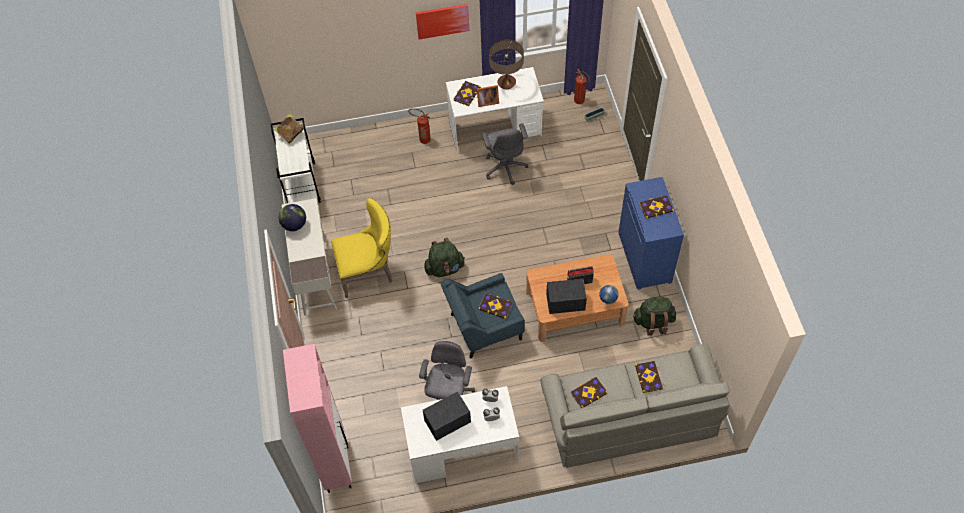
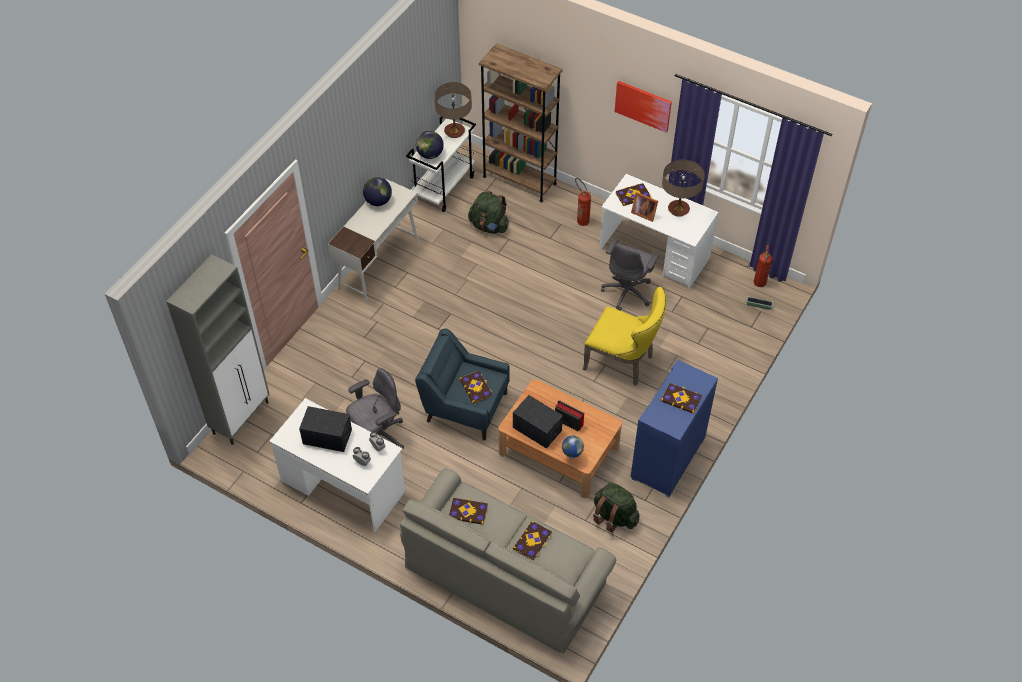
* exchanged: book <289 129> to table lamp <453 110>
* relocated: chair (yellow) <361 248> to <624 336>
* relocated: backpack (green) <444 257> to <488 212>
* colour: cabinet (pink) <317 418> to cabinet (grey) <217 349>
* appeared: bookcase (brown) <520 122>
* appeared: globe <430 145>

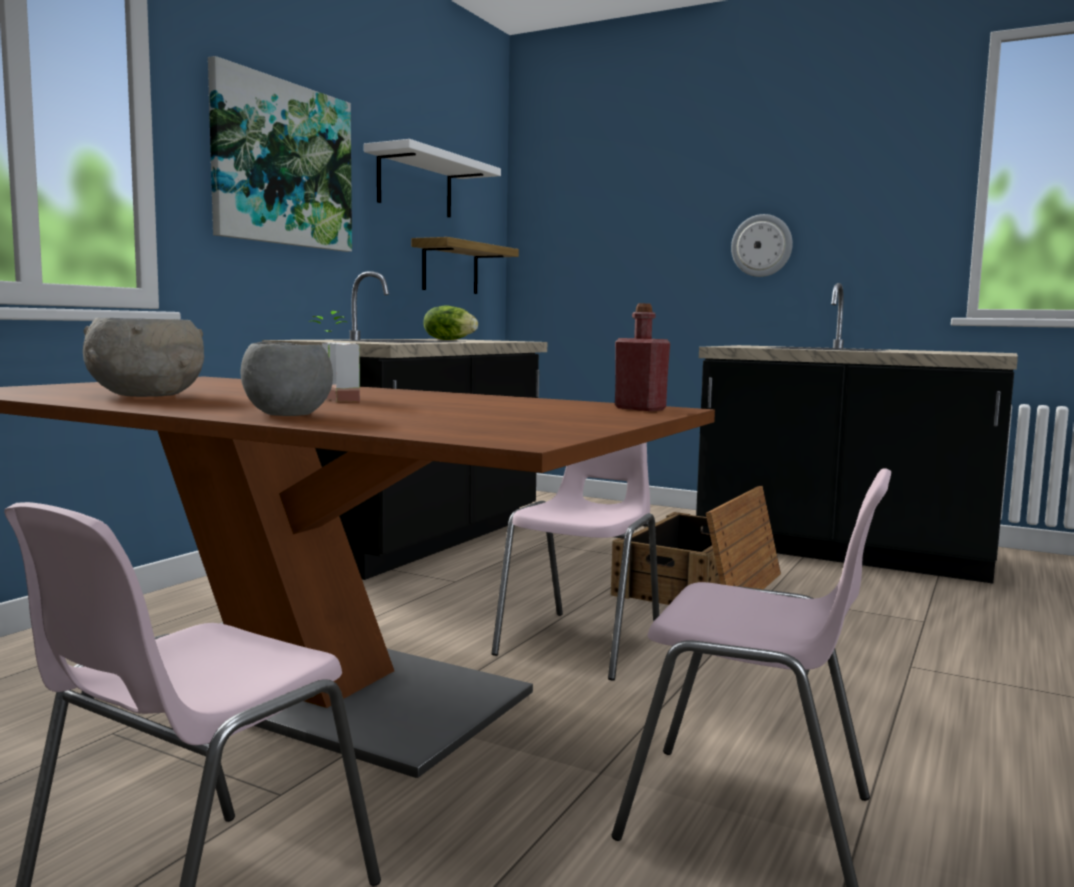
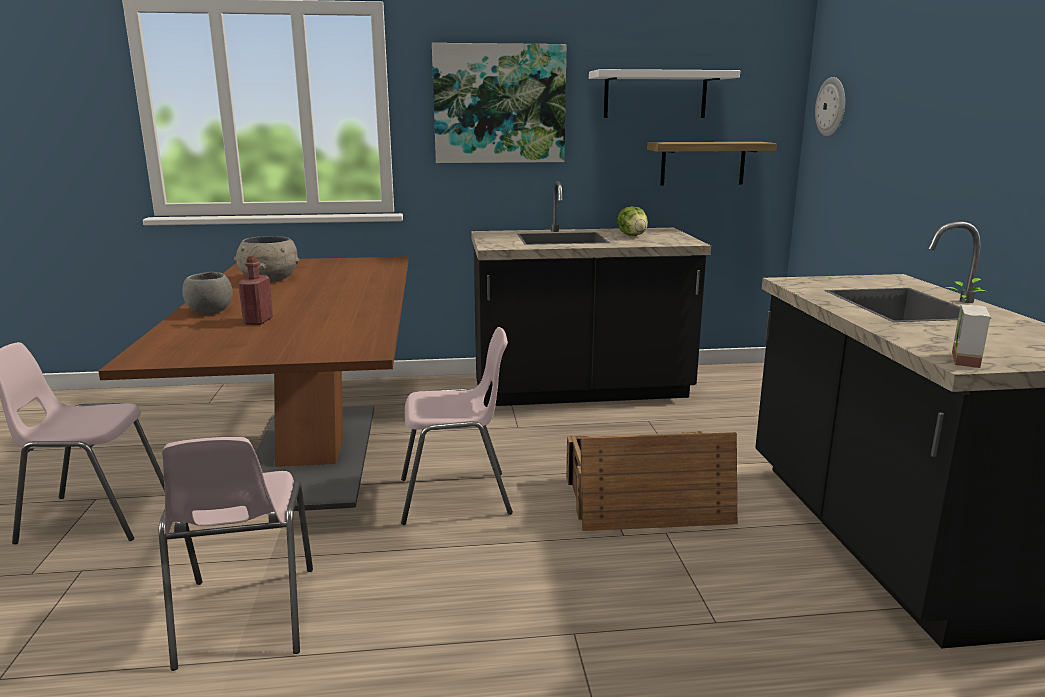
* relocated: wall clock <762 245> to <830 106>
* relocated: bottle (red) <642 357> to <255 290>
* relocated: potted plant <334 356> to <968 323>

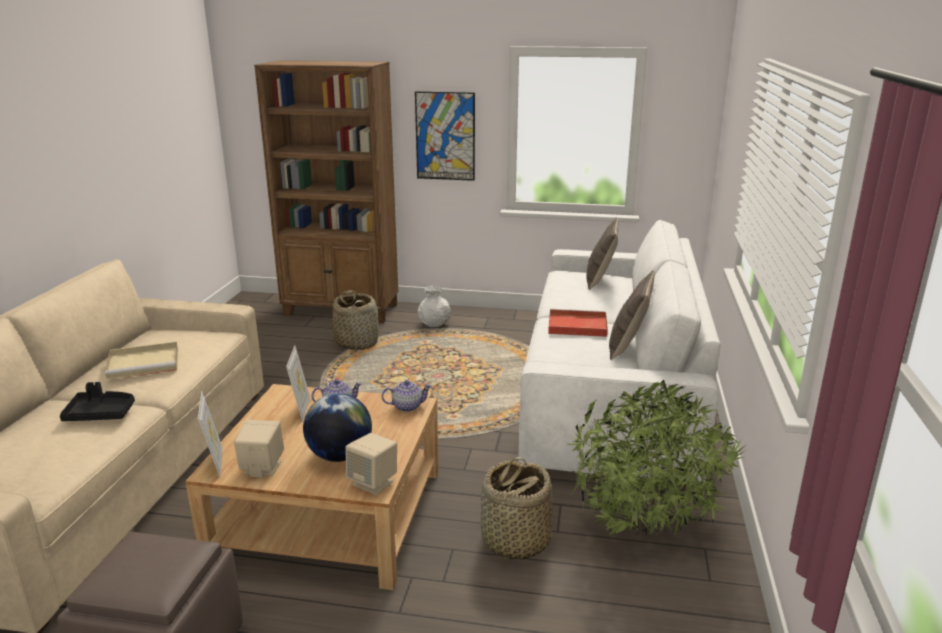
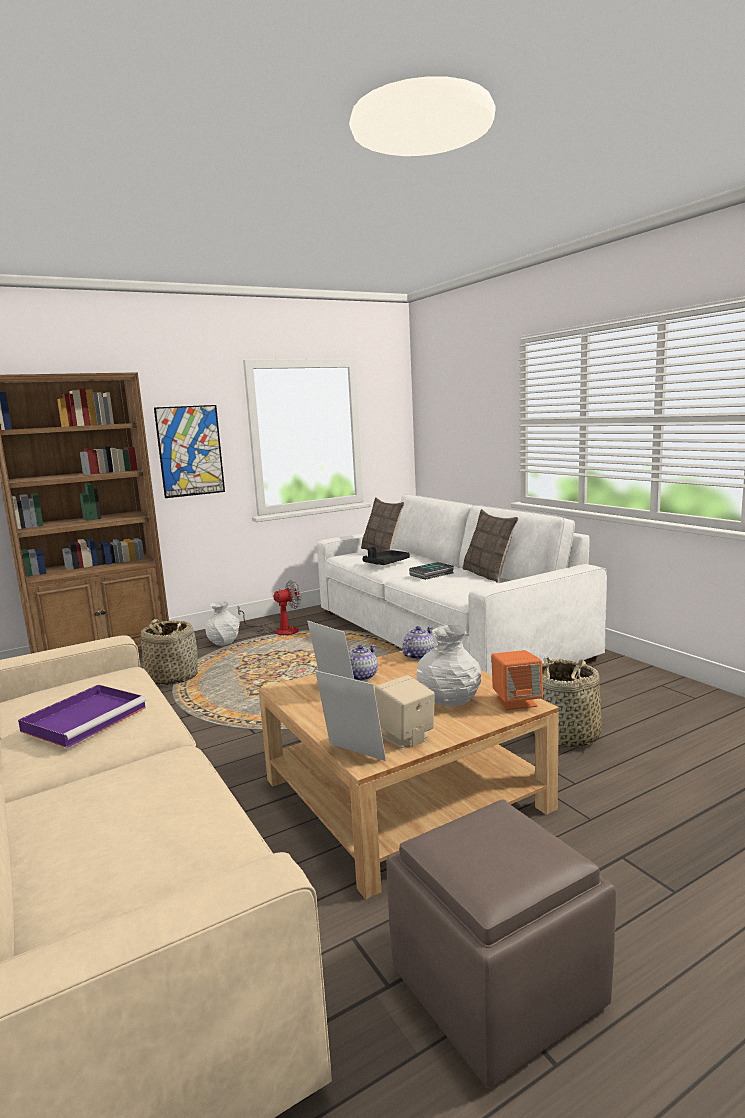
* exchanged: tray (red) <578 323> to book <431 571>
* colour: tray (beige) <141 360> to tray (purple) <82 716>
* missing: potted plant <657 458>
* relocated: tray (black) <97 401> to <386 556>
* exchanged: globe <337 427> to vase (white) <449 665>
* colour: speaker (beige) <371 464> to speaker (orange) <517 680>
* appeared: fan <269 607>

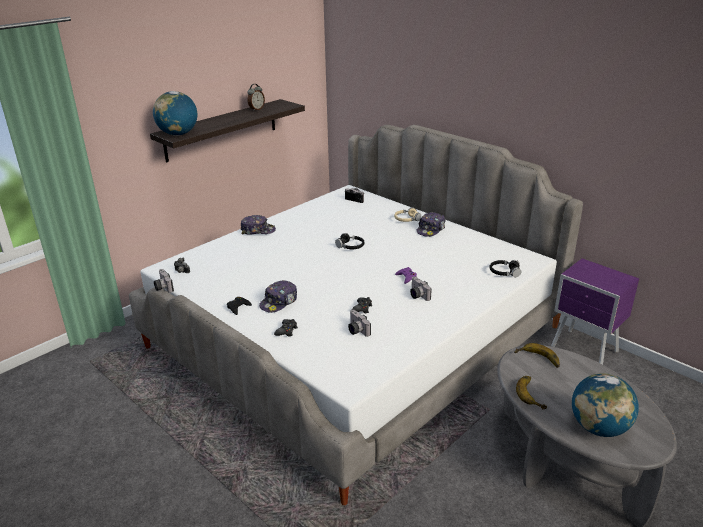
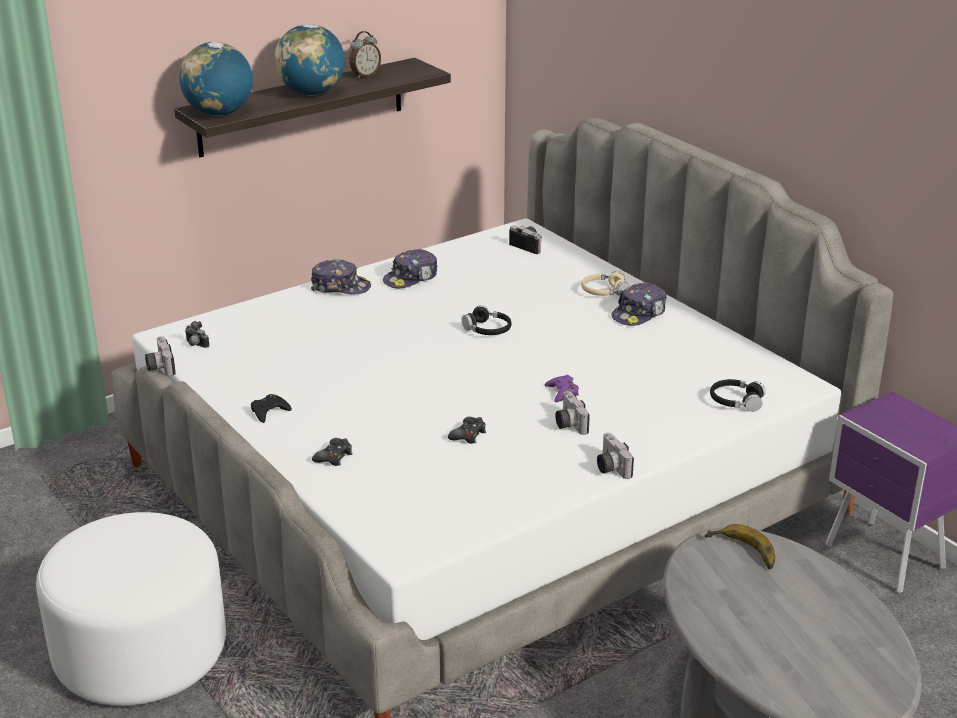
* relocated: cap <278 296> to <410 269>
* relocated: photo camera <359 323> to <615 456>
* relocated: globe <605 405> to <310 59>
* missing: banana <531 392>
* appeared: ottoman (white) <131 609>

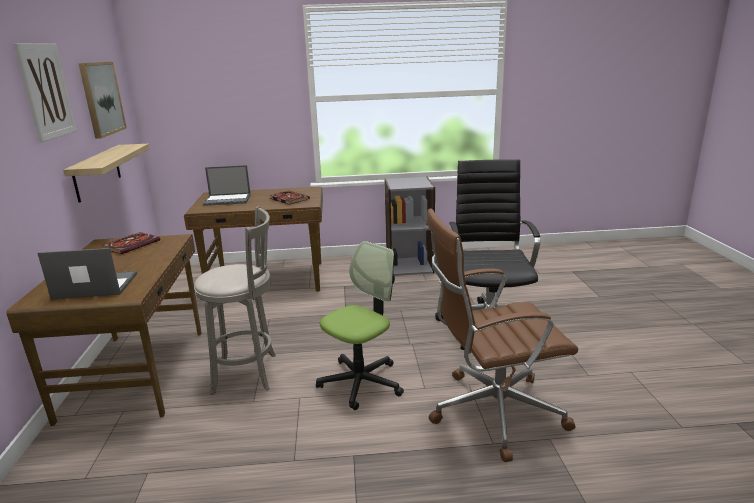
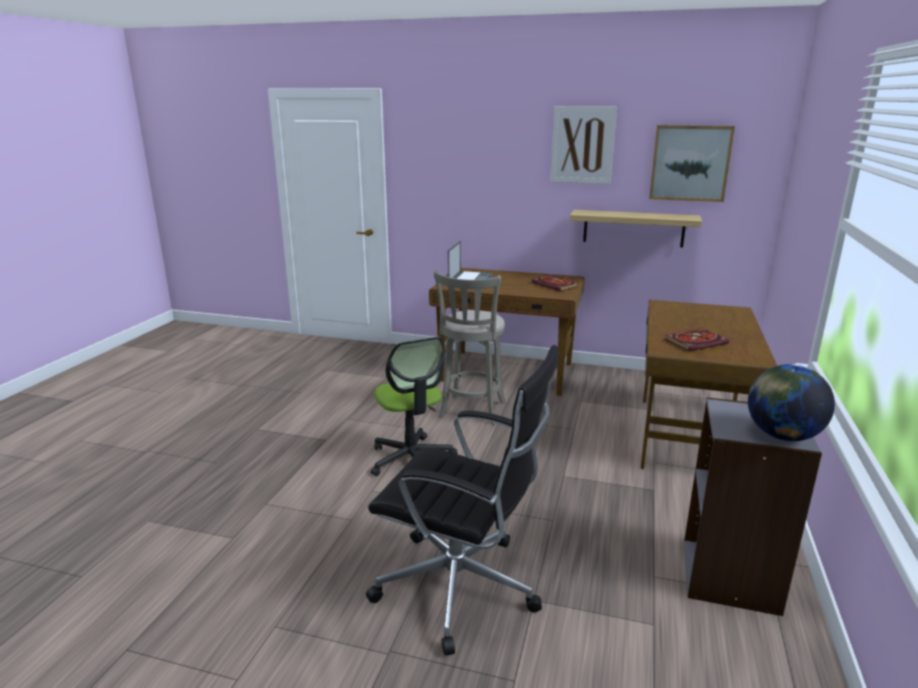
* missing: laptop <227 185>
* missing: office chair (brown) <502 335>
* appeared: globe <791 402>

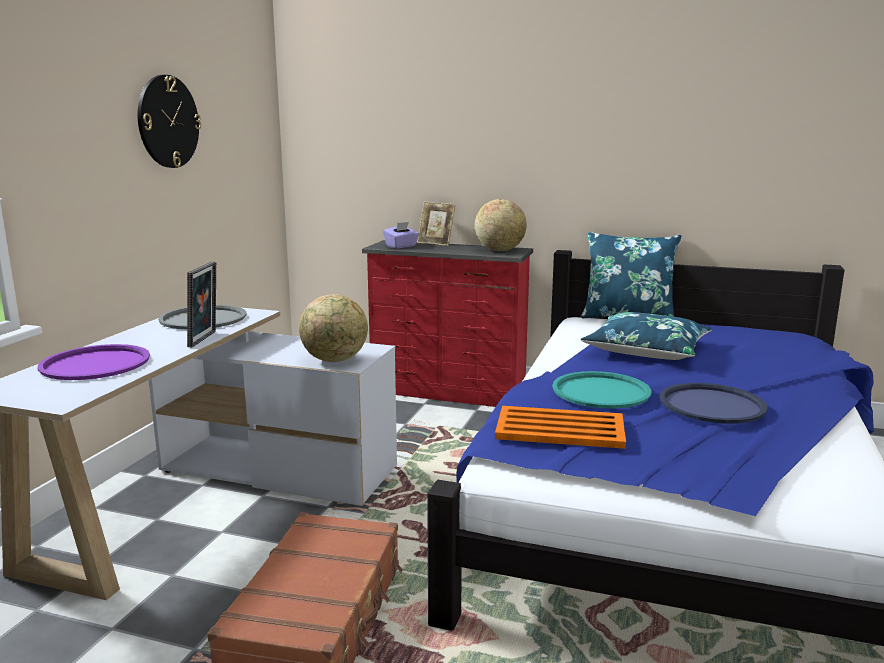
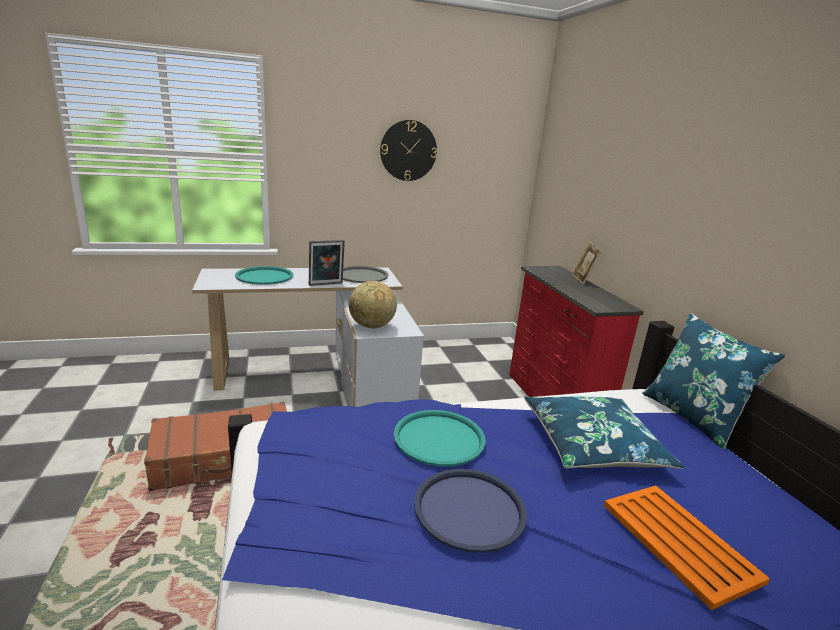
* missing: globe <501 225>
* missing: tissue box (purple) <401 235>
* colour: tray (purple) <94 362> to tray (turquoise) <264 275>
* relocated: tray (orange) <560 427> to <687 547>

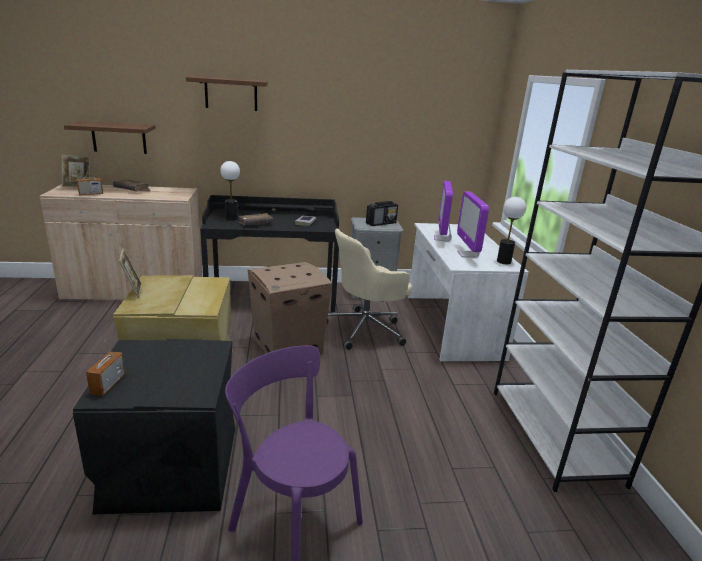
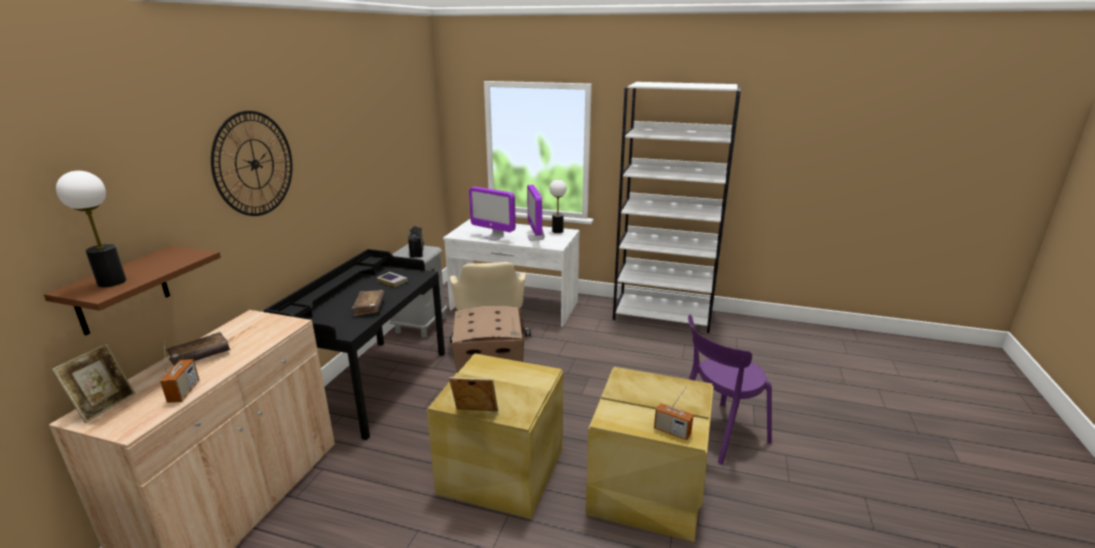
* exchanged: shelf (brown) <227 93> to wall clock <252 163>
* relocated: table lamp <230 191> to <91 229>
* spun: monitor <473 224> = <536 213> 60 degrees clockwise
* colour: storage box (black) <154 426> to storage box (beige) <649 454>

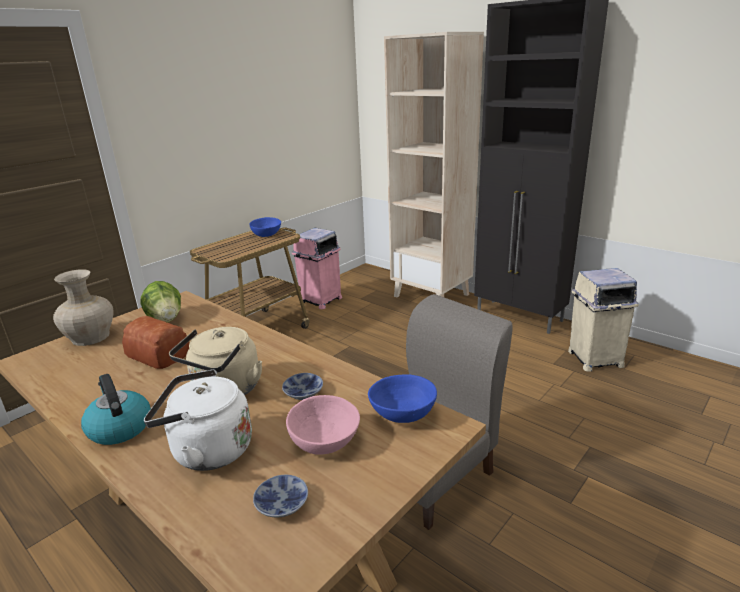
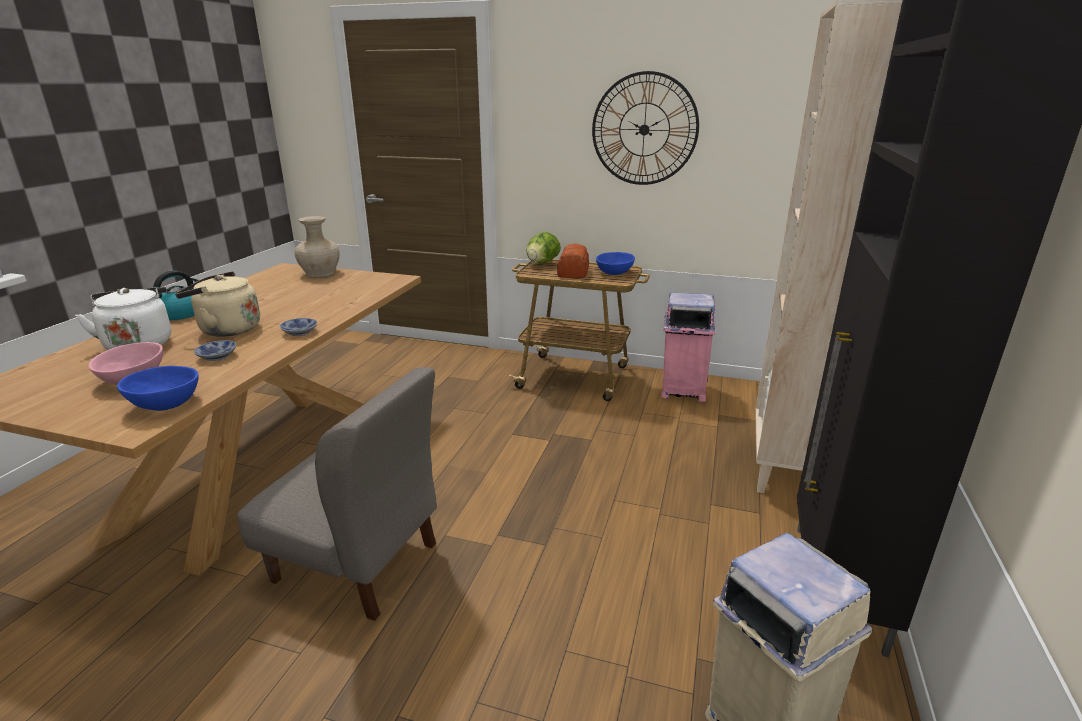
* relocated: lettuce <161 301> to <543 248>
* relocated: bread <156 342> to <573 261>
* relocated: bowl <280 496> to <298 327>
* appeared: wall clock <645 128>

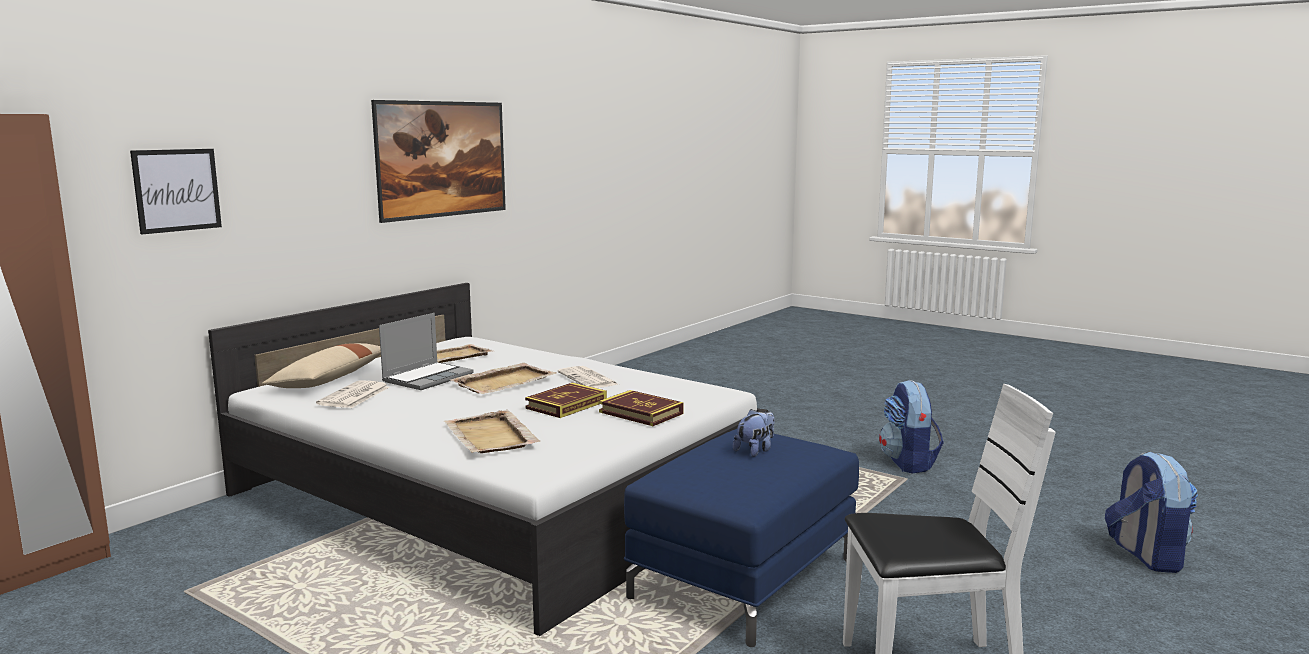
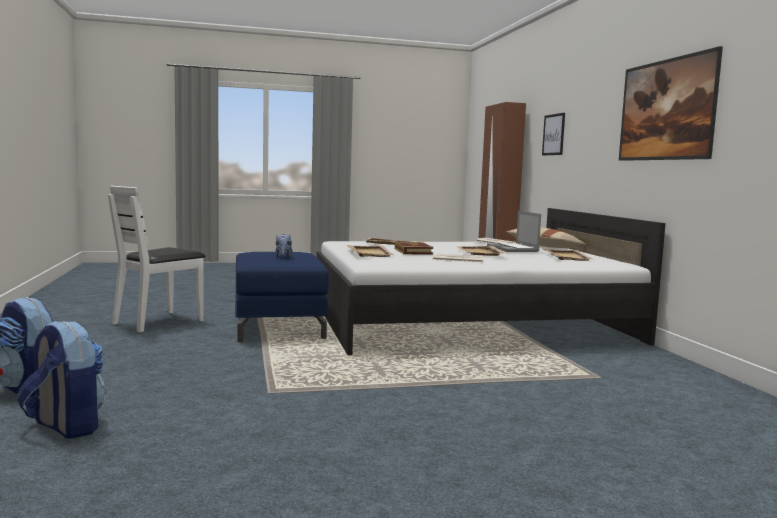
* relocated: backpack <911 426> to <61 379>
* exchanged: book <641 408> to tray (beige) <370 251>

